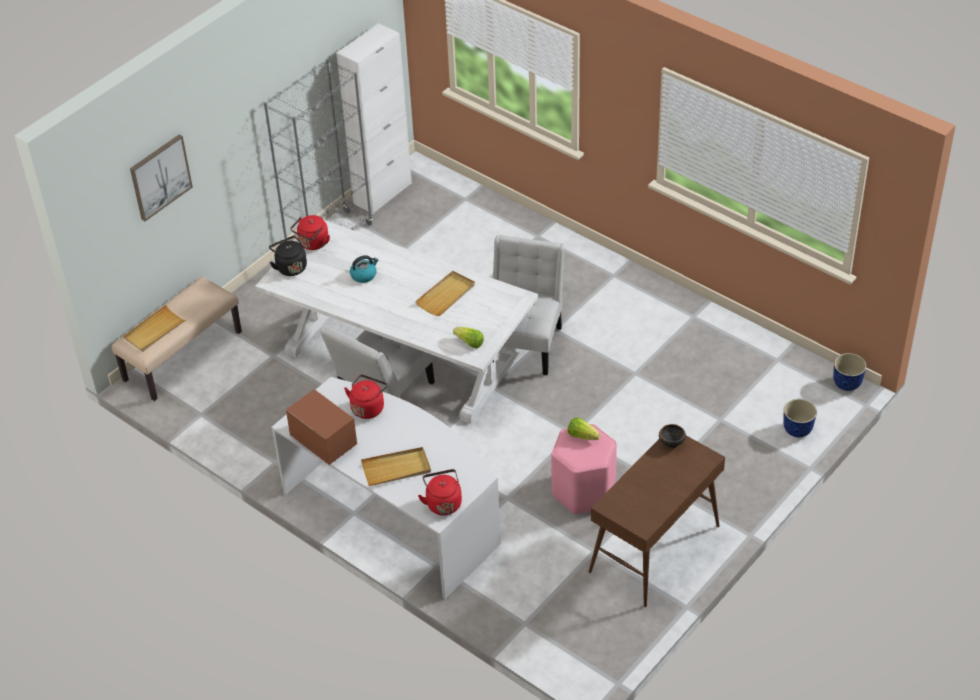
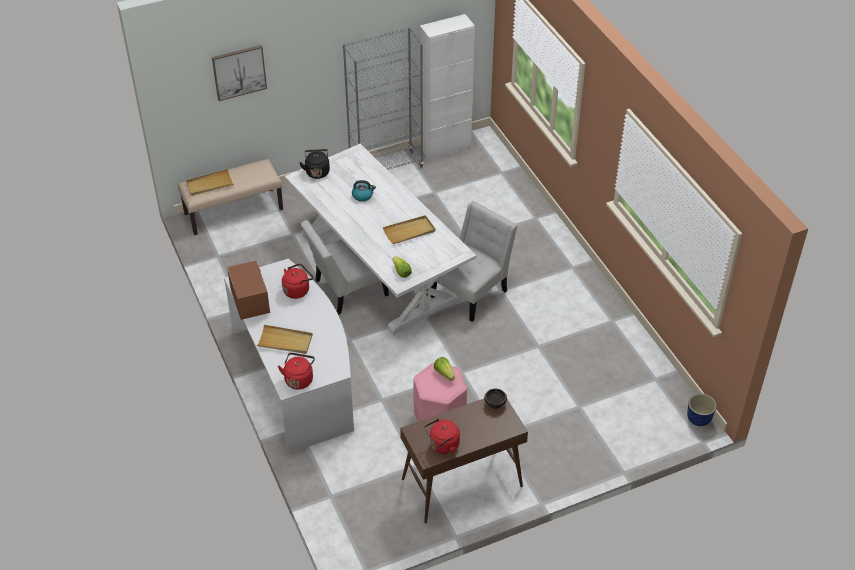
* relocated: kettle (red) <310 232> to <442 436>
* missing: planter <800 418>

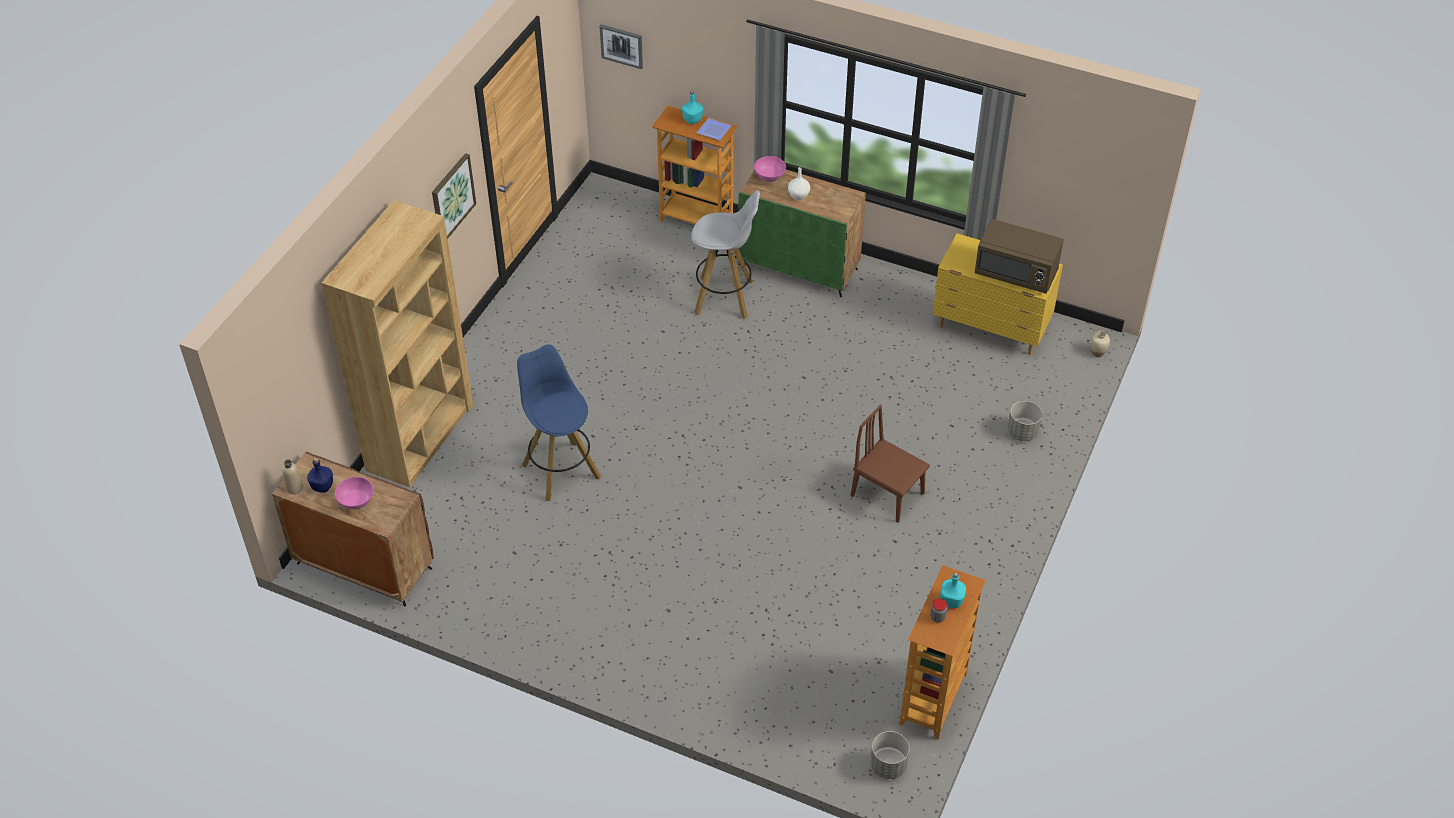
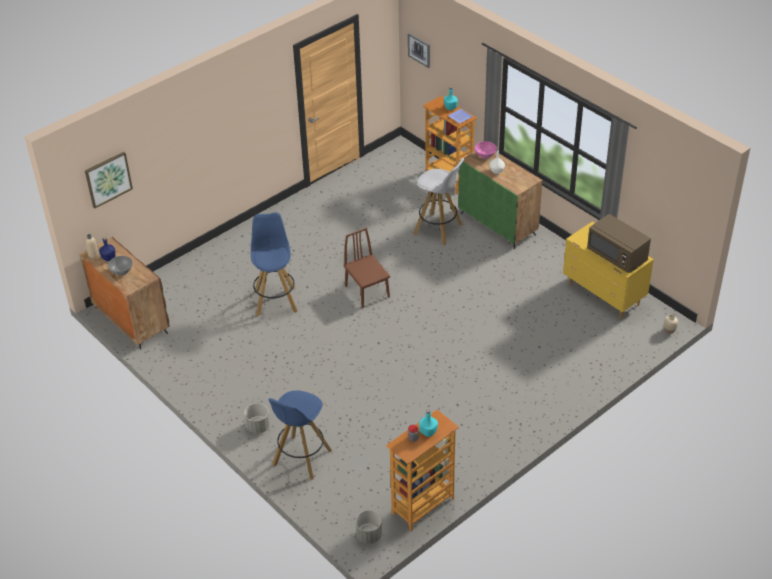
* relocated: picture <454 196> to <109 180>
* missing: bookcase (brown) <397 343>
* relocated: planter (grey) <1024 421> to <257 418>
* relocated: chair (brown) <890 464> to <367 268>
* colour: bowl (pink) <354 493> to bowl (grey) <120 266>
* appeared: stool (blue) <300 435>

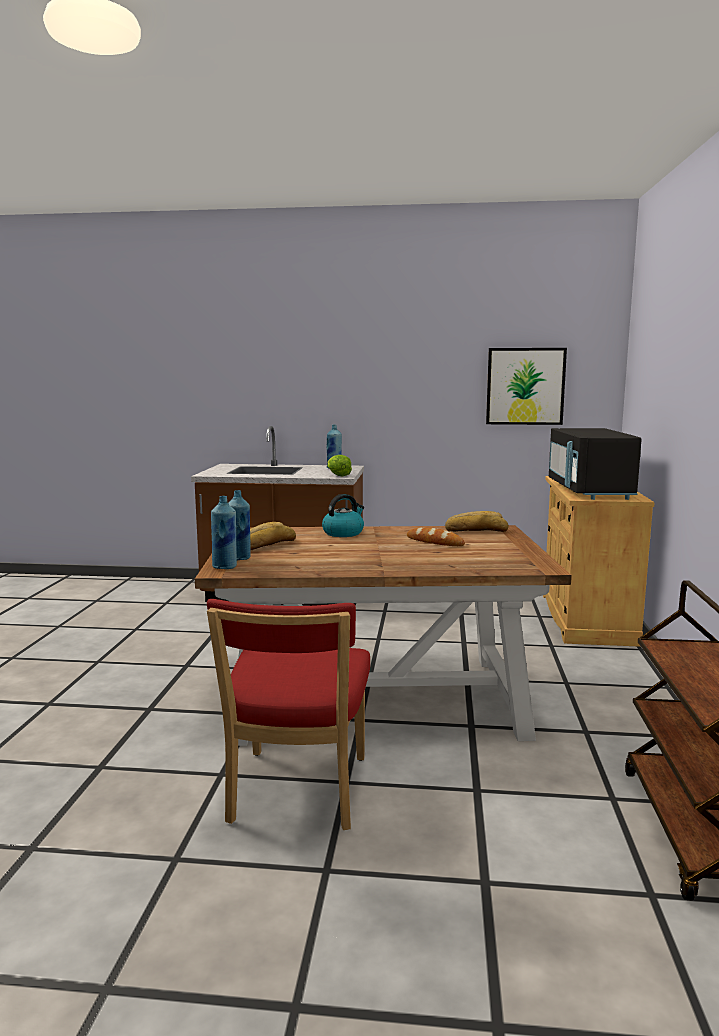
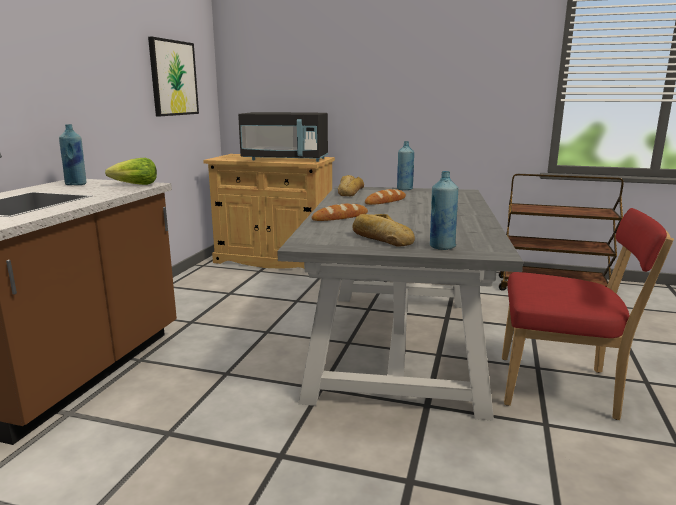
* exchanged: kettle <343 515> to bread <340 212>
* relocated: bottle (blue) <224 532> to <405 165>
* colour: dining table (brown) <383 635> to dining table (grey) <400 303>

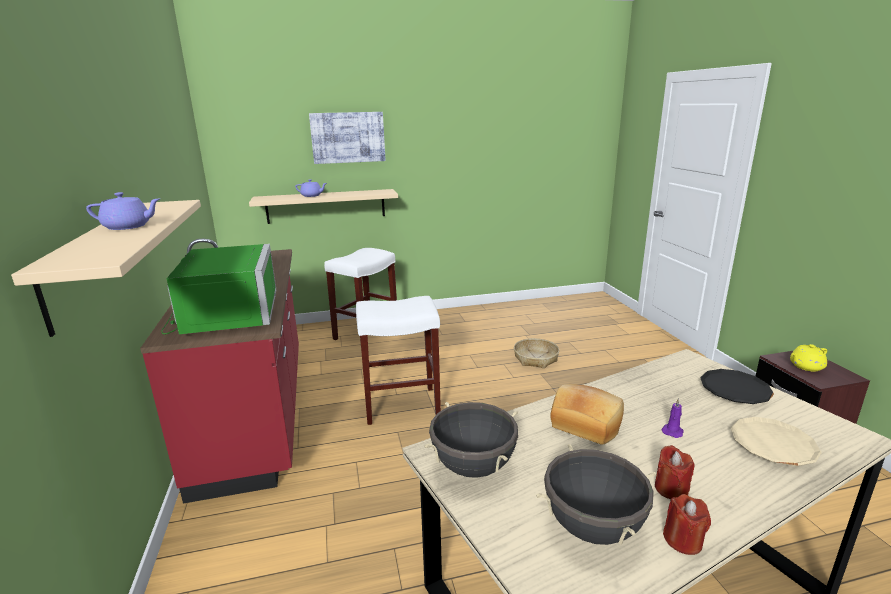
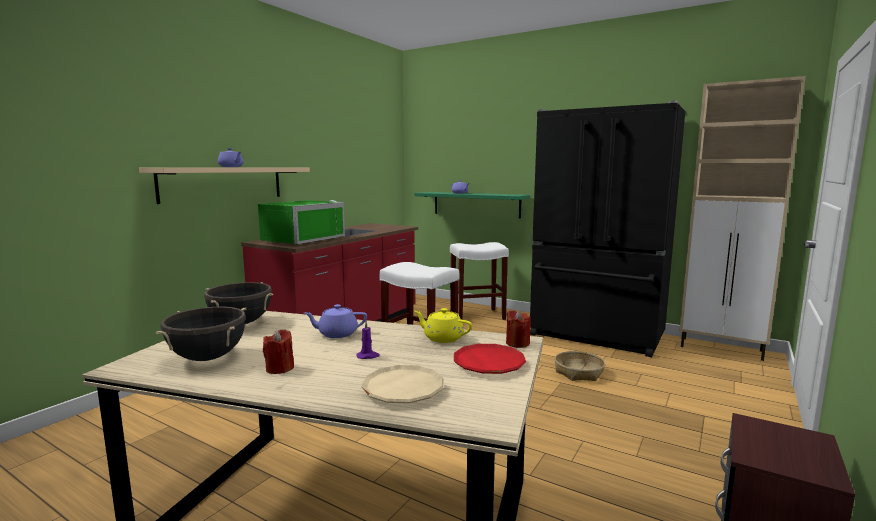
* missing: picture <347 138>
* colour: shelf (beige) <323 206> to shelf (green) <472 205>
* relocated: teapot (yellow) <808 357> to <443 325>
* colour: plate (black) <737 386> to plate (red) <490 359>
* exchanged: bread <587 414> to teapot (purple) <335 321>
* relocated: candle (red) <687 524> to <518 329>
* appeared: cabinet (beige) <743 218>
* appeared: fridge (black) <607 229>

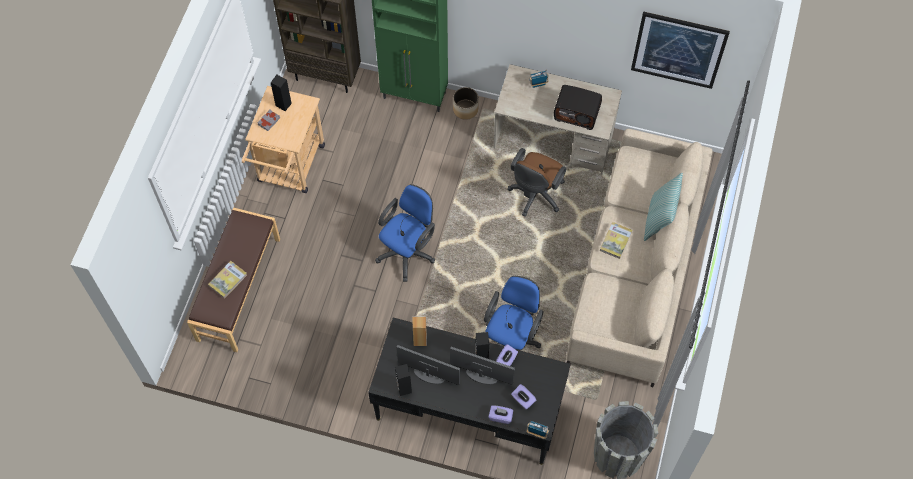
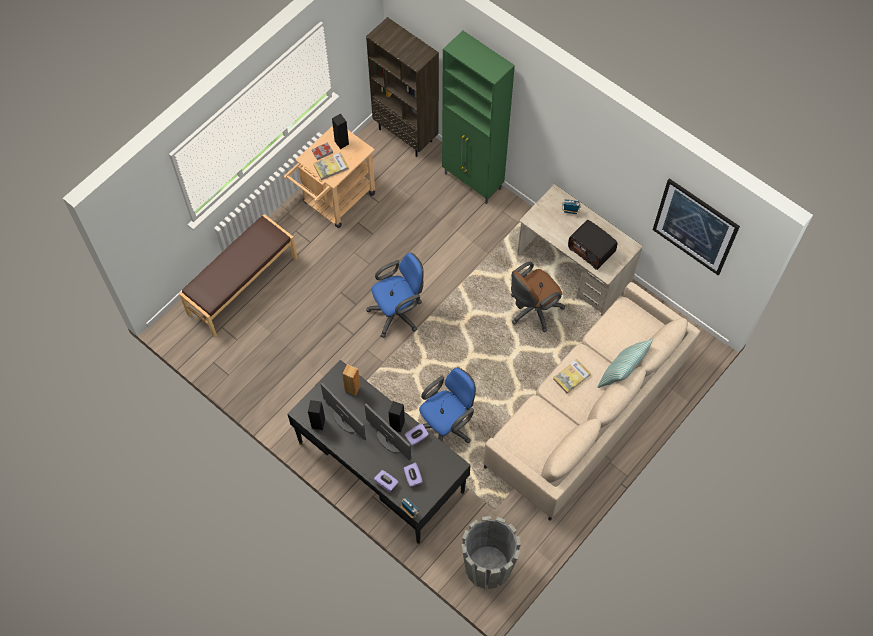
* missing: planter <465 103>
* relocated: book <227 280> to <331 166>

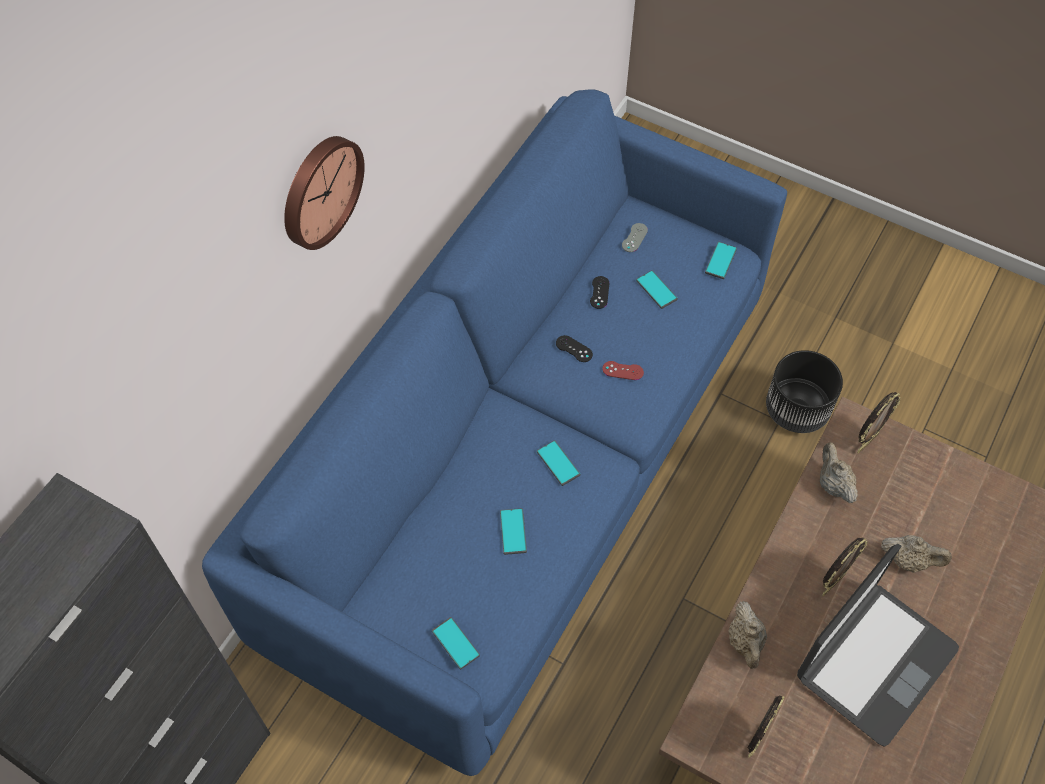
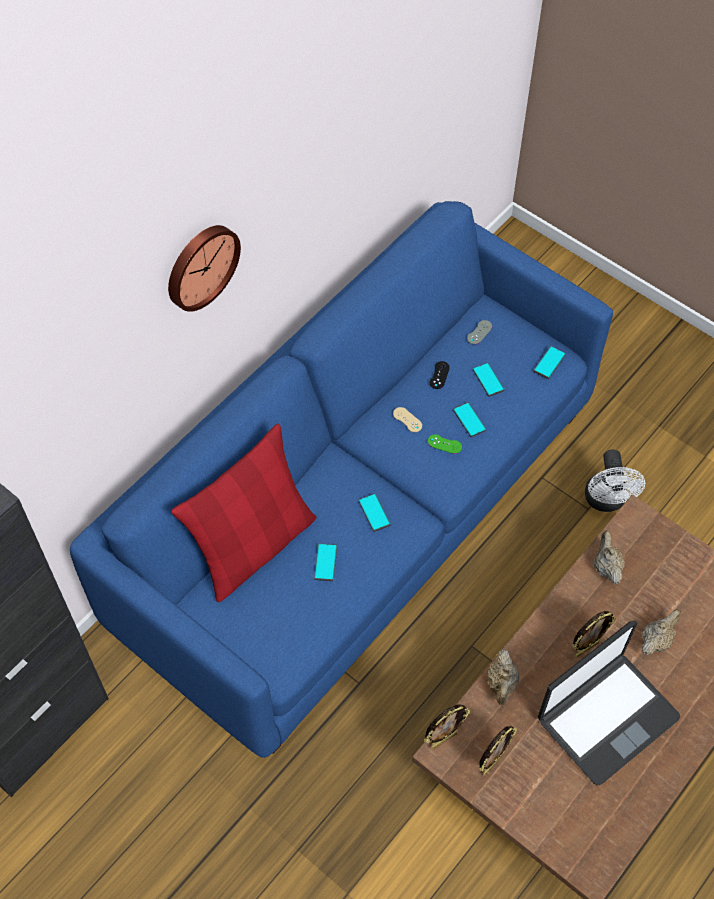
* colour: game controller (black) <574 348> to game controller (beige) <407 419>
* exchanged: planter (black) <804 391> to fan (white) <615 481>
* colour: game controller (red) <623 370> to game controller (green) <445 444>
* relocated: picture frame <878 422> to <447 727>
* spun: teapot (beige) <916 554> = <661 632> 75 degrees counterclockwise
* relocated: phone <456 643> to <469 419>
* appeared: pillow (red) <243 513>

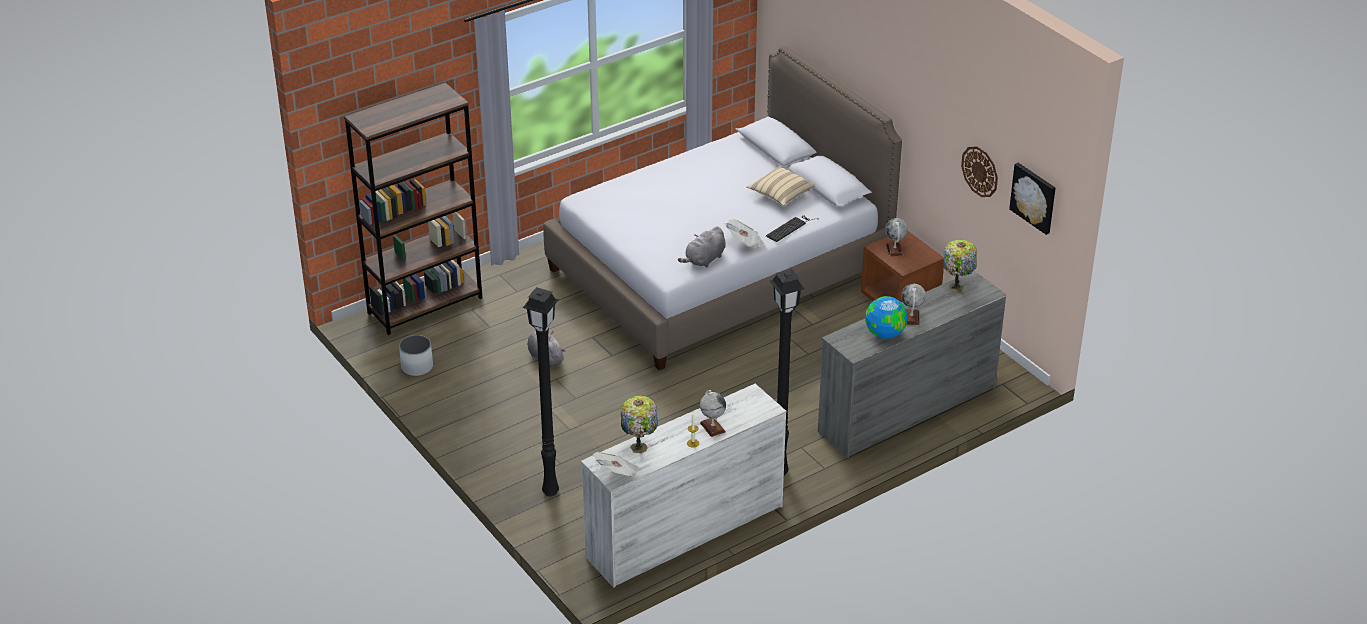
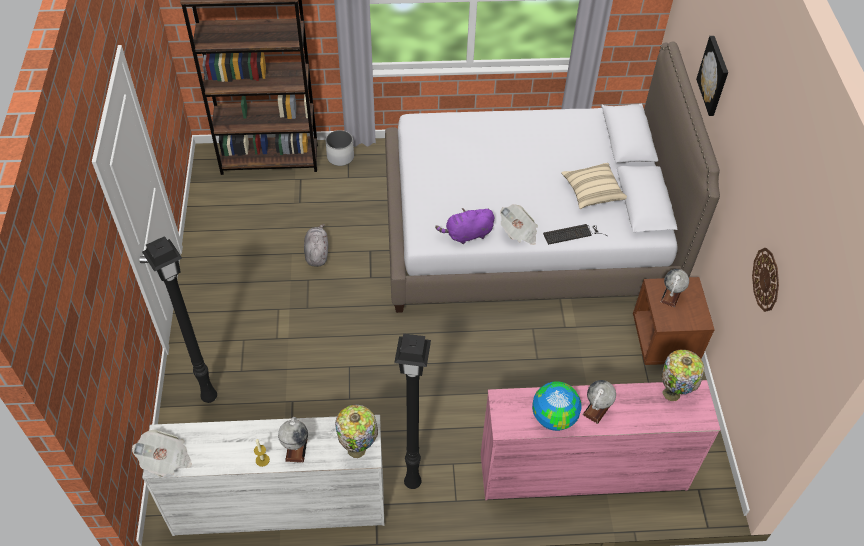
* relocated: picture <1032 199> to <712 76>
* colour: plush toy (grey) <702 247> to plush toy (purple) <464 226>
* colour: dresser (grey) <912 364> to dresser (pink) <600 440>
* relocated: planter (white) <416 355> to <340 148>
* relocated: table lamp <639 424> to <356 431>

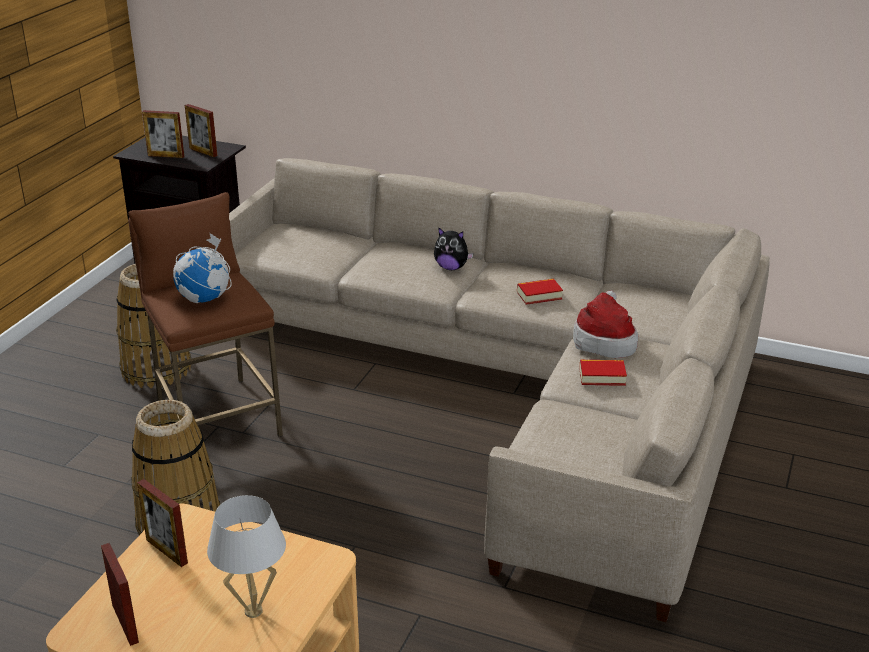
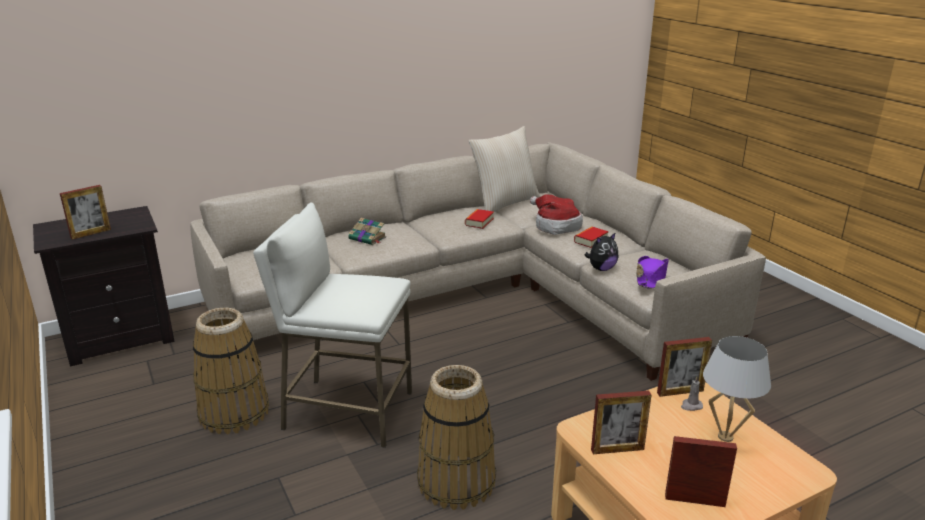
* relocated: picture frame <201 130> to <684 367>
* colour: stool (brown) <205 314> to stool (white) <332 325>
* relocated: plush toy <454 248> to <601 251>
* missing: globe <202 268>
* appeared: pillow (beige) <504 169>
* appeared: book <367 231>
* appeared: hat (purple) <652 272>
* appeared: candle (grey) <692 393>

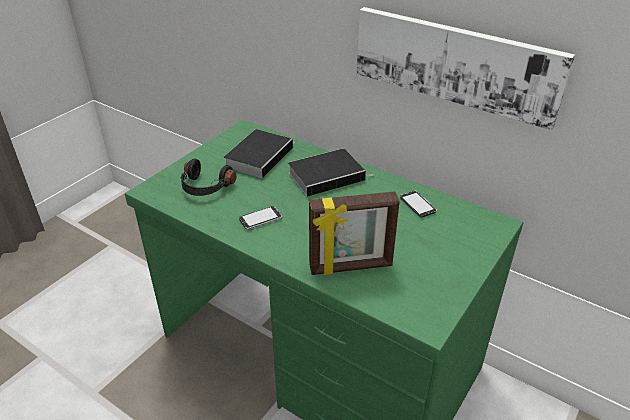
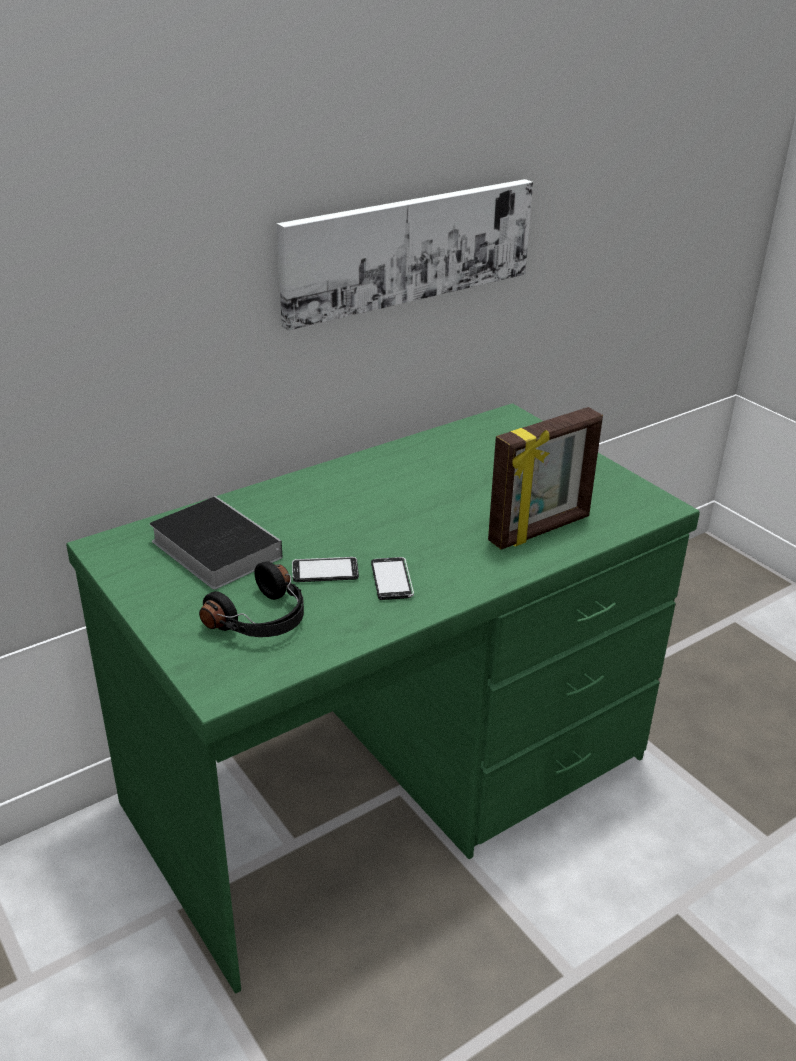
* missing: book <331 173>
* spun: picture frame <354 233> = <545 478> 45 degrees clockwise
* relocated: phone <418 204> to <325 569>

